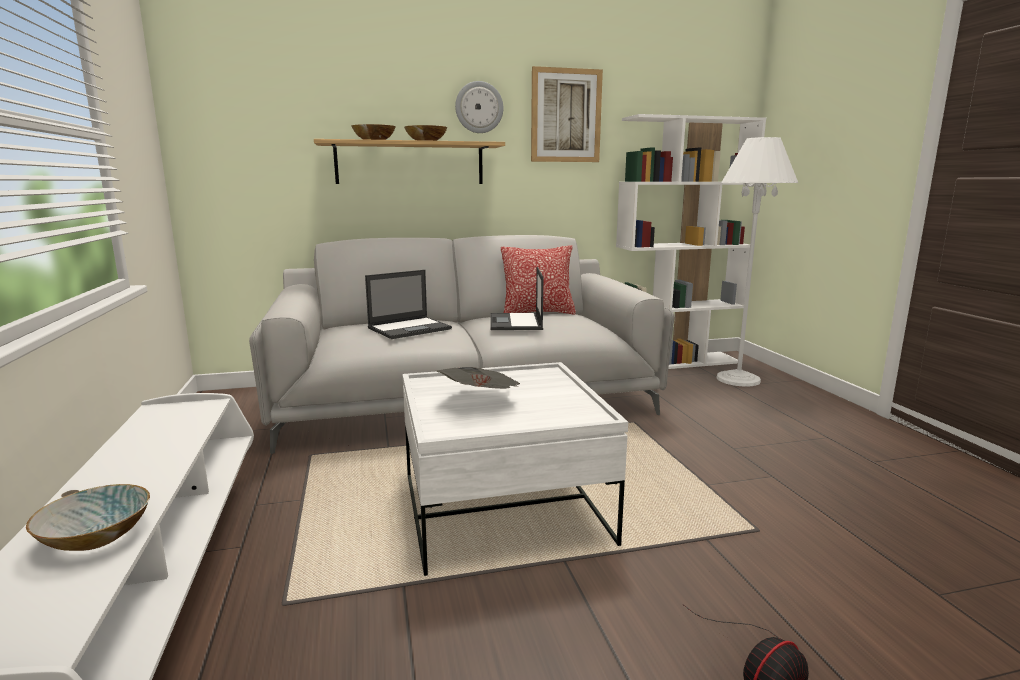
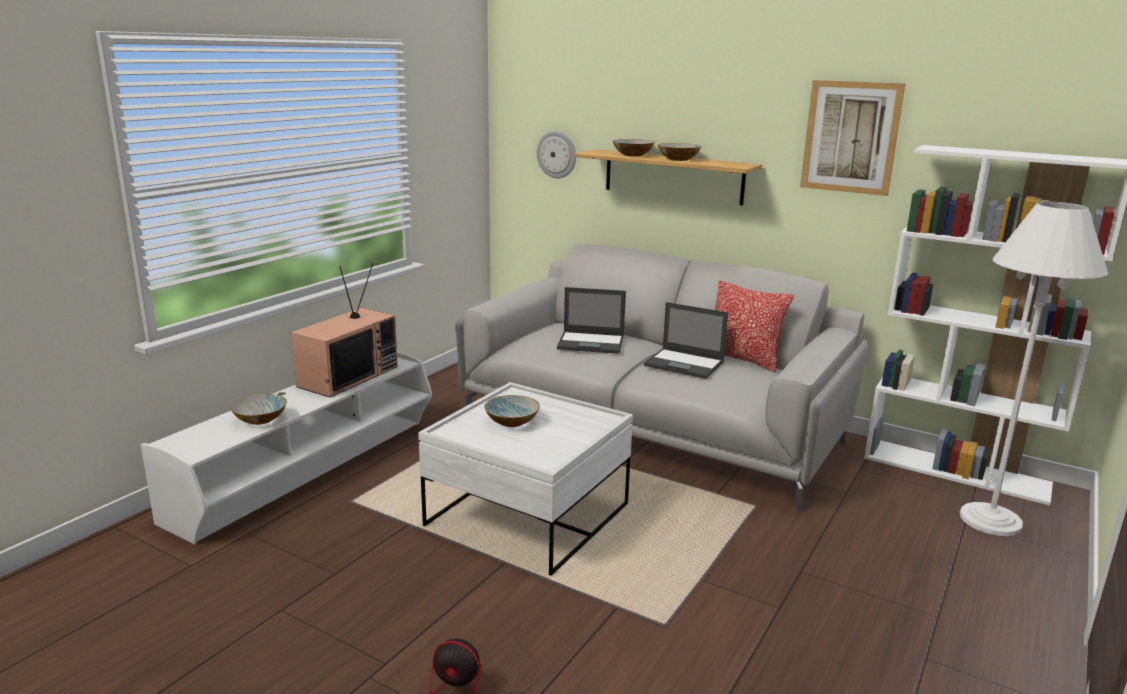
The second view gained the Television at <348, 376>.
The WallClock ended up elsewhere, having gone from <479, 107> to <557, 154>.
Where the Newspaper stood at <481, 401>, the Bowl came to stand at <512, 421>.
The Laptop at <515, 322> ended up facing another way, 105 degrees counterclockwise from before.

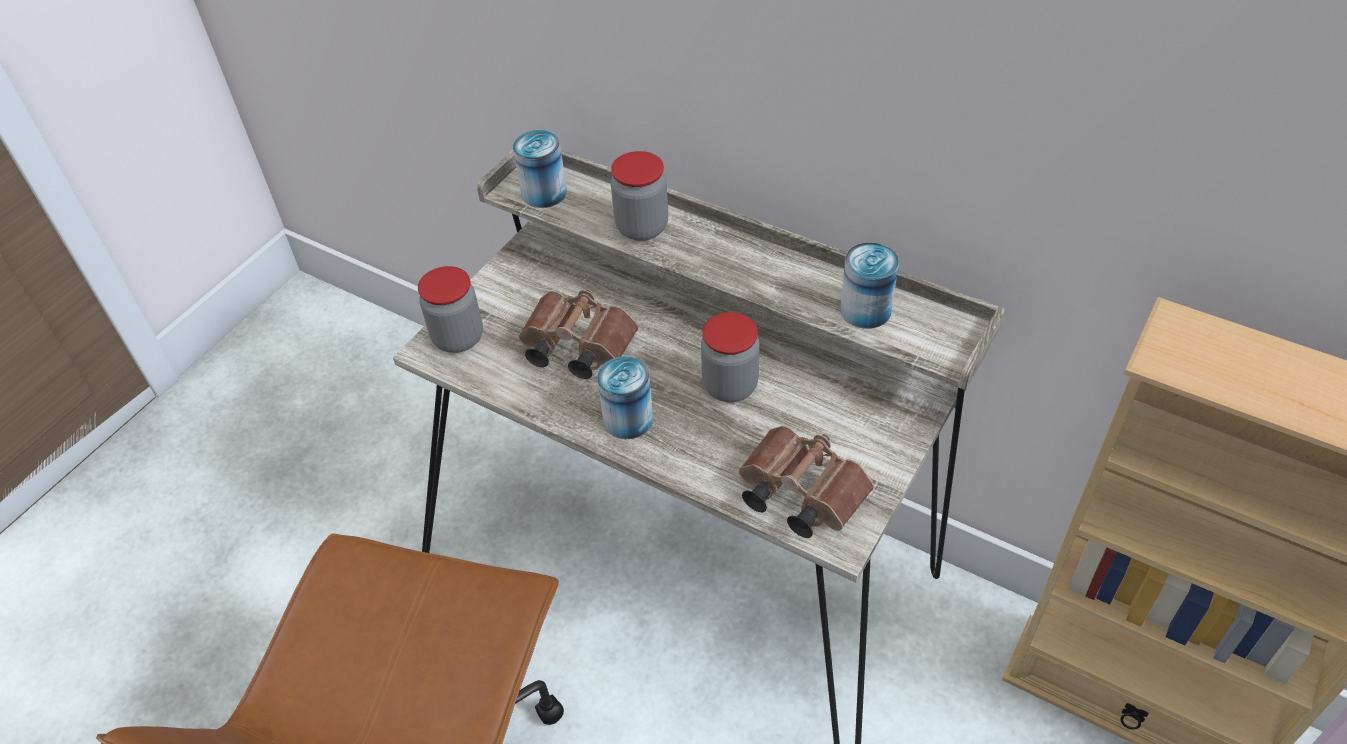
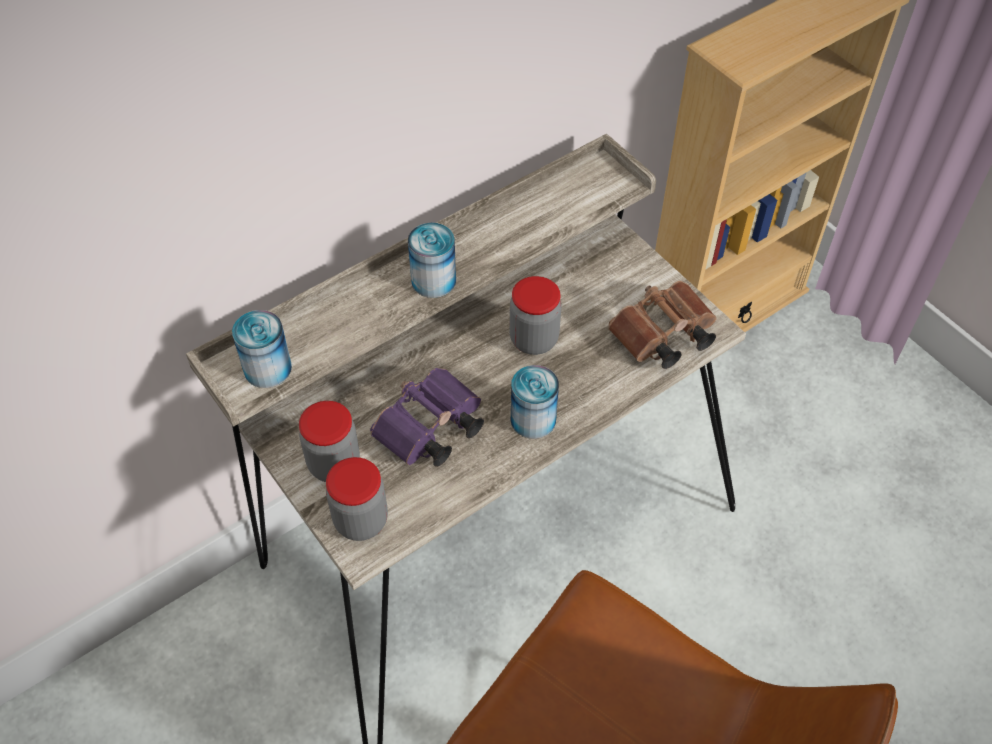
The Jar ended up elsewhere, having gone from <642, 227> to <334, 464>.
The Can ended up elsewhere, having gone from <865, 310> to <433, 280>.
What was the BrownBinoculars at <574, 348> turned into the PurpleBinoculars at <429, 432>.

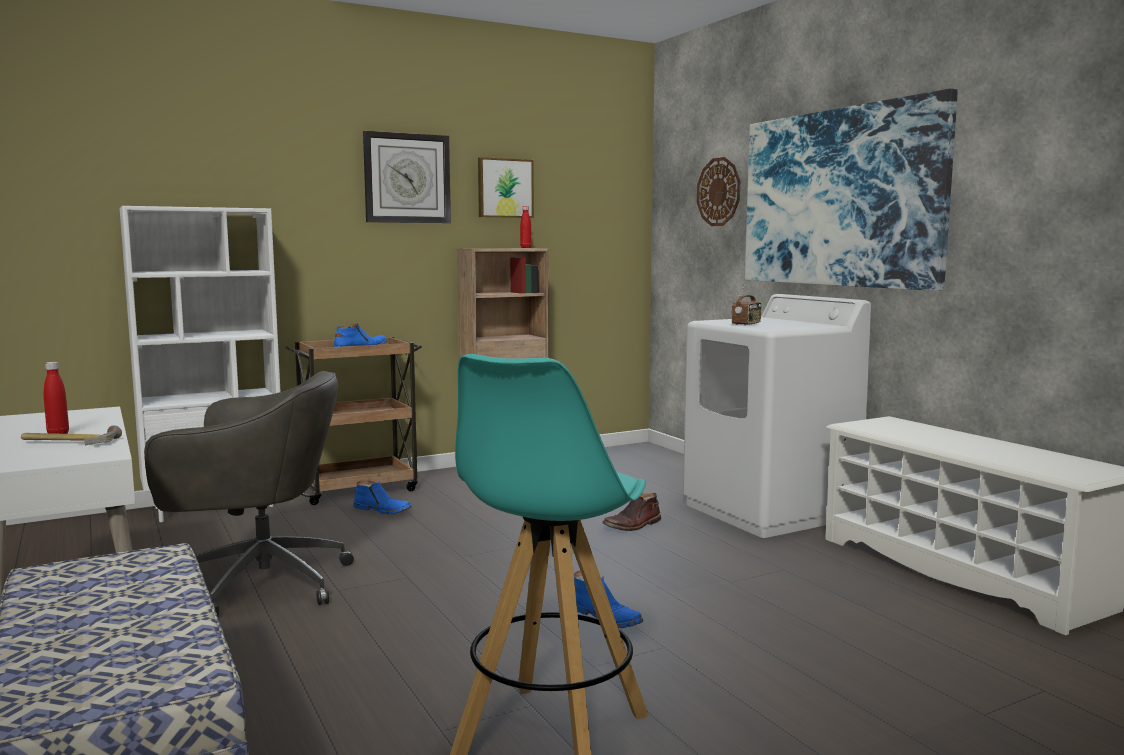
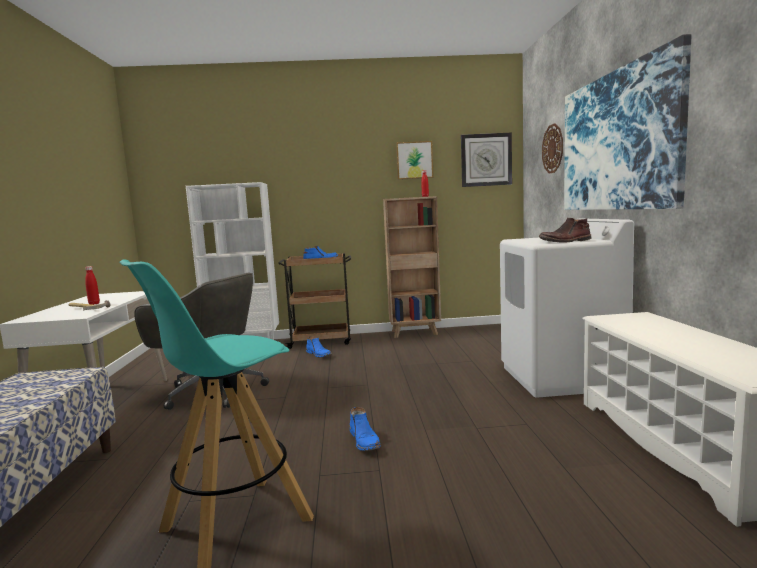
The second view lost the Radio at <746, 324>.
The WallClock ended up elsewhere, having gone from <407, 178> to <486, 160>.
The BrownBoot ended up elsewhere, having gone from <633, 525> to <565, 241>.

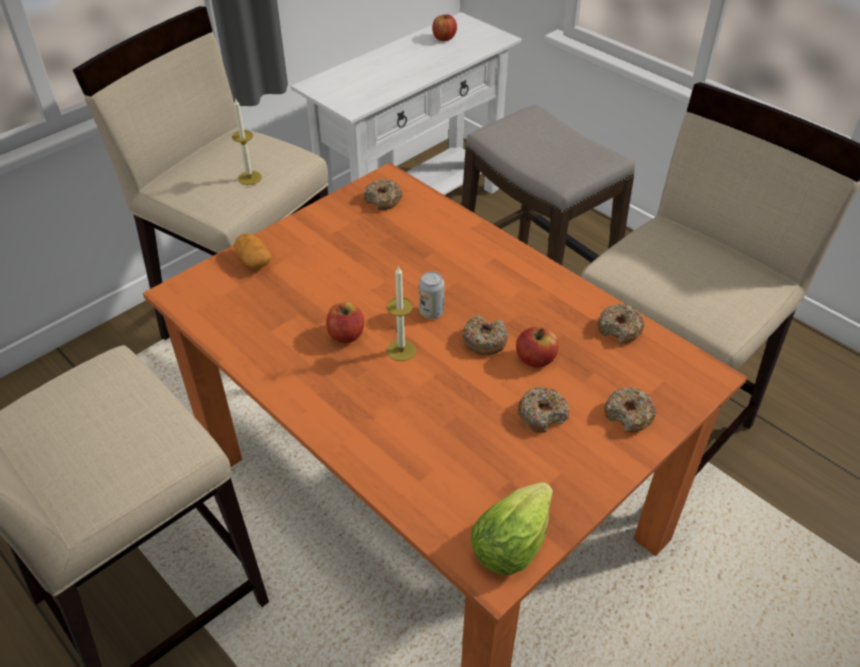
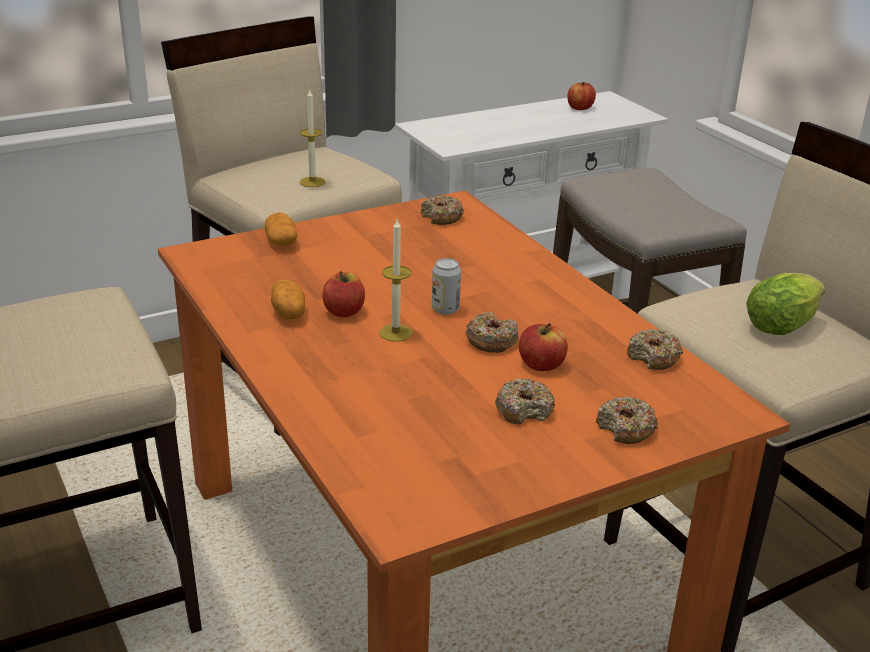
The second view gained the Potato at <288, 312>.
The Lettuce ended up elsewhere, having gone from <515, 540> to <784, 325>.

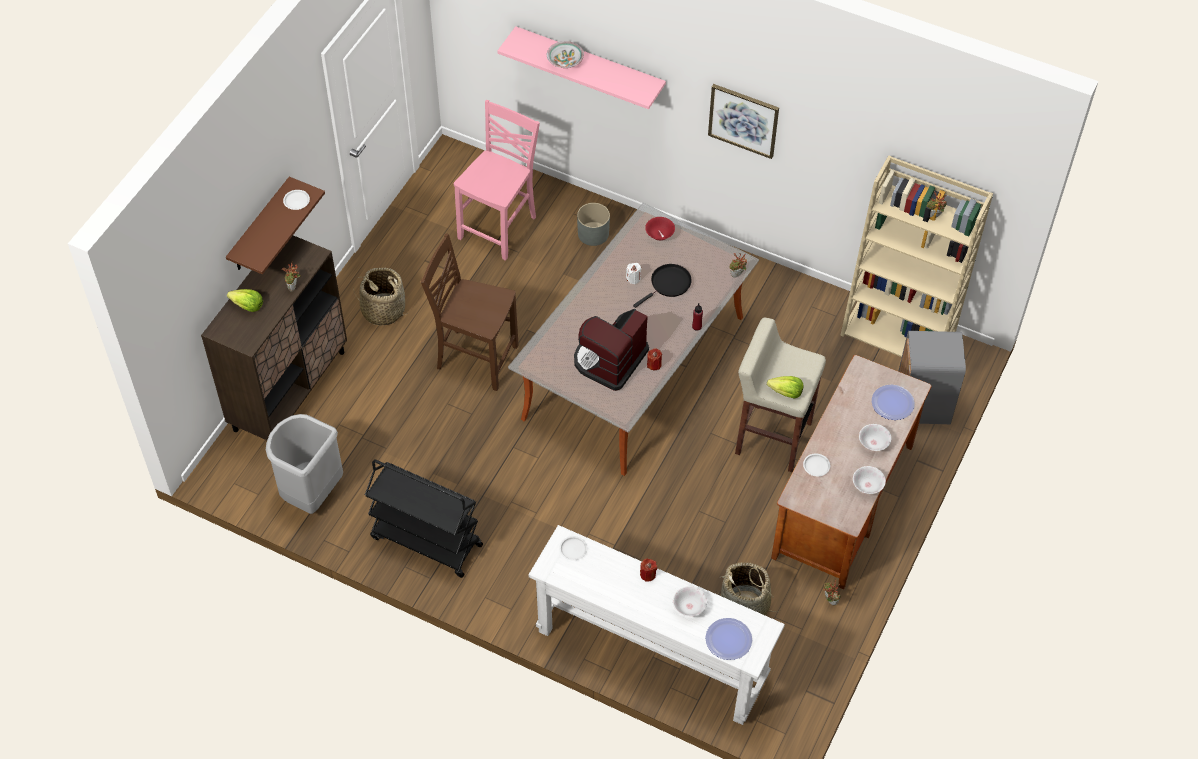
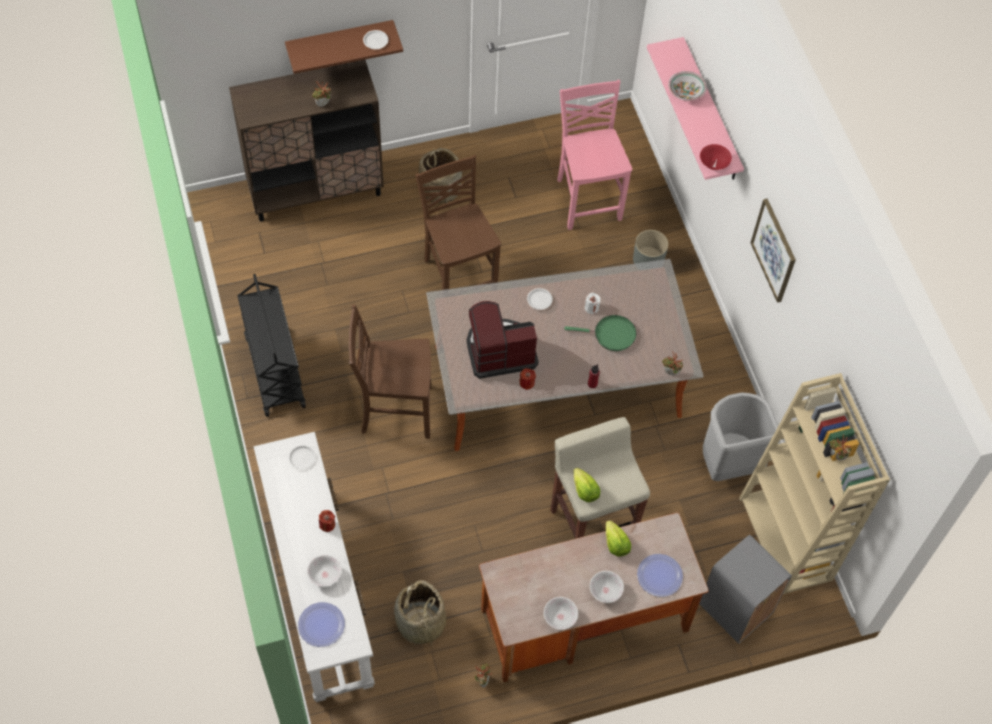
The second view gained the BrownChair at <394, 410>.
The Lettuce ended up elsewhere, having gone from <247, 306> to <615, 544>.
The GreyTrashCan ended up elsewhere, having gone from <311, 493> to <729, 463>.
The RedBowl ended up elsewhere, having gone from <659, 235> to <713, 164>.
The WhitePlate ended up elsewhere, having gone from <816, 466> to <539, 300>.
What was the BlackFryingPan at <668, 284> turned into the GreenFryingPan at <611, 335>.
The PinkChair at <500, 228> ended up facing another way, 90 degrees counterclockwise from before.

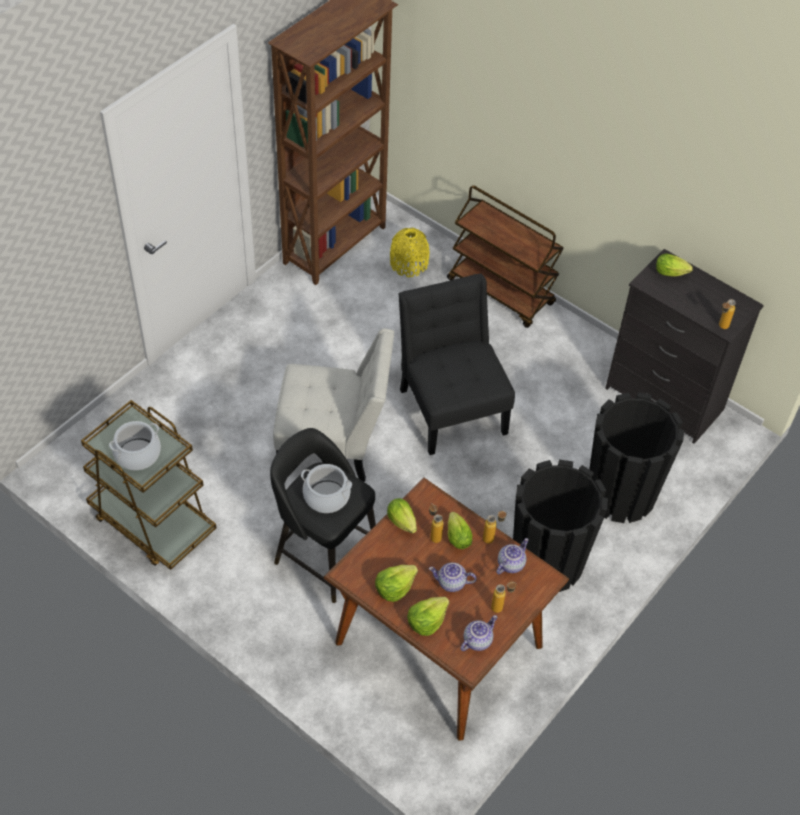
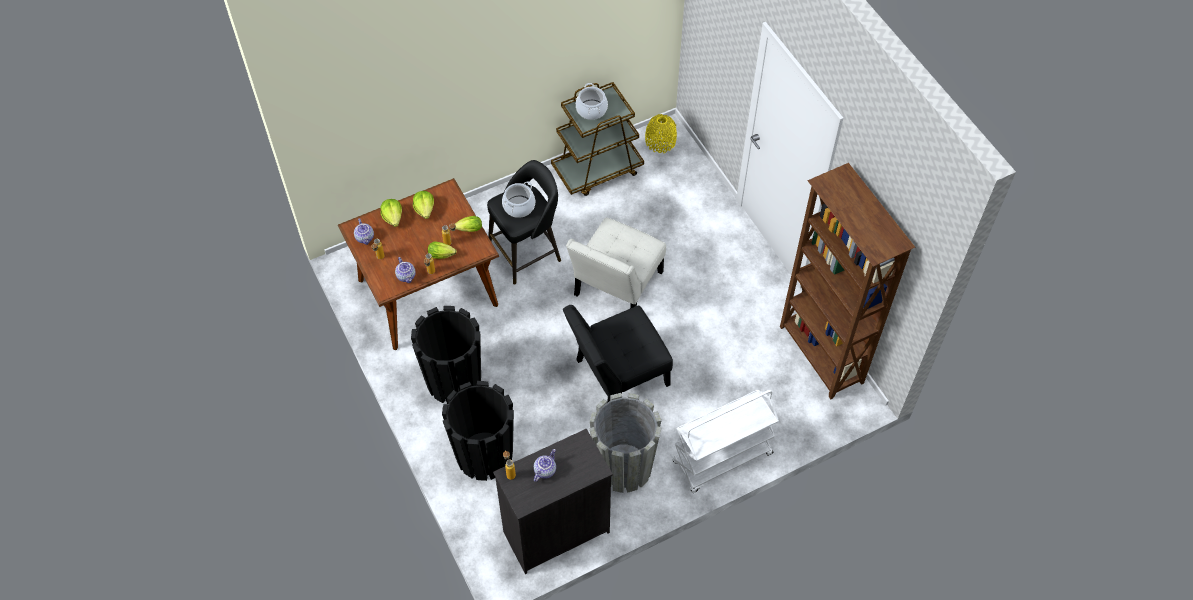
The second view lost the Lettuce at <672, 273>.
The second view gained the GreyPlanter at <623, 466>.
The YellowVase ended up elsewhere, having gone from <409, 263> to <660, 141>.
The Teapot ended up elsewhere, having gone from <451, 583> to <544, 470>.
What was the BrownCart at <501, 292> turned into the WhiteCart at <721, 459>.
The BlackChair at <451, 406> ended up facing another way, 150 degrees clockwise from before.

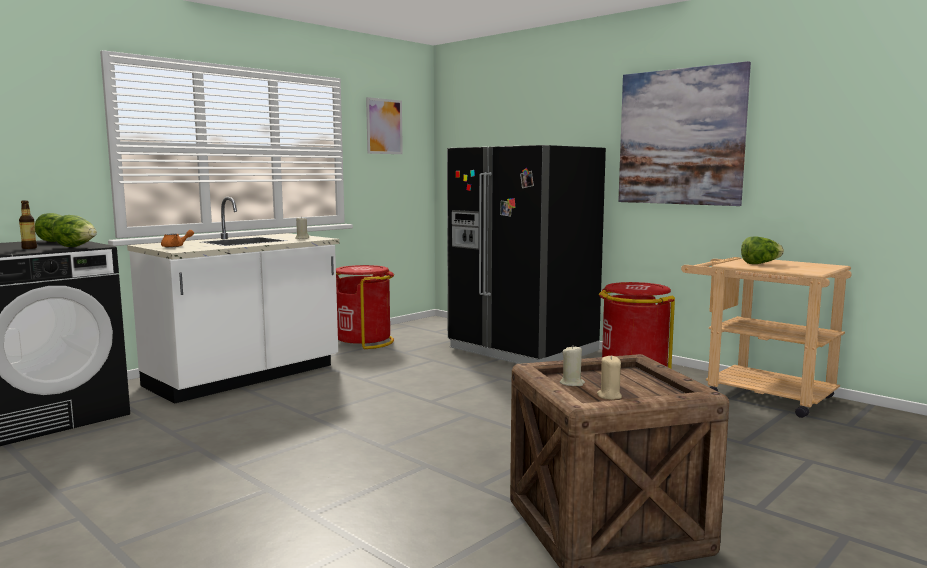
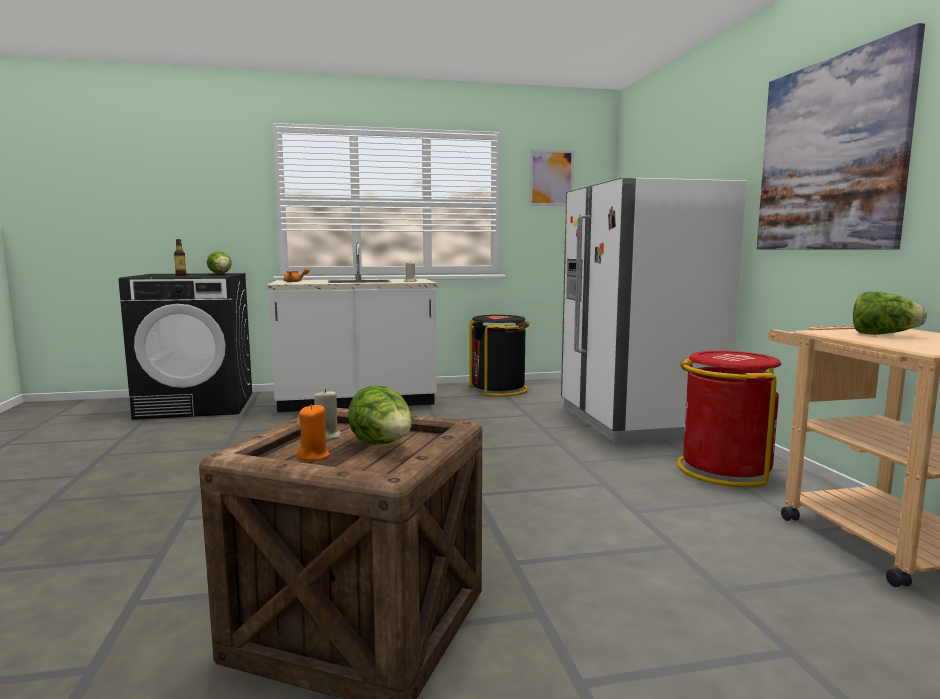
The Lettuce ended up elsewhere, having gone from <76, 247> to <383, 445>.
What was the RedTrashCan at <364, 342> turned into the BlackTrashCan at <499, 389>.
What was the BlackFridge at <522, 350> turned into the WhiteFridge at <637, 421>.
What was the BeigeCandle at <609, 396> turned into the OrangeCandle at <313, 456>.

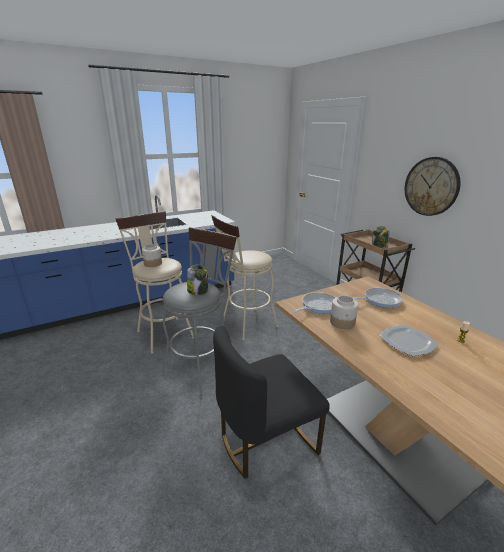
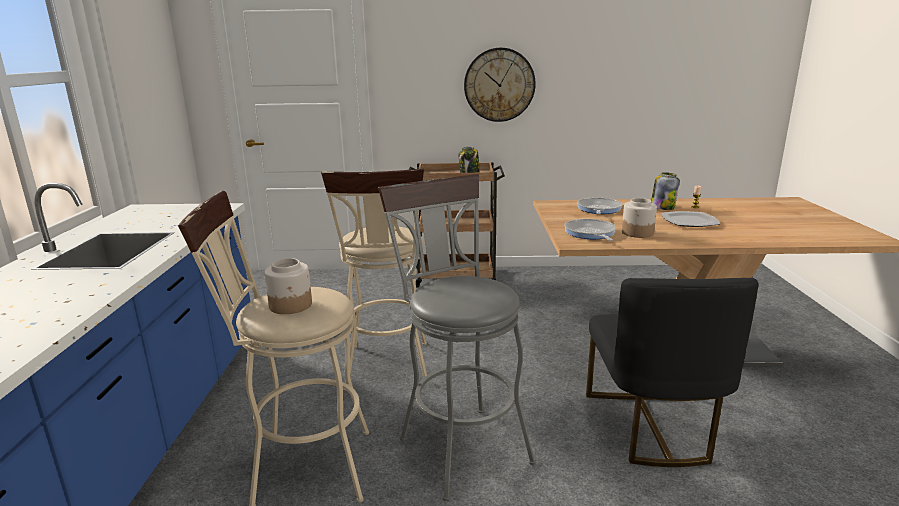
The Jar ended up elsewhere, having gone from <198, 291> to <662, 207>.

